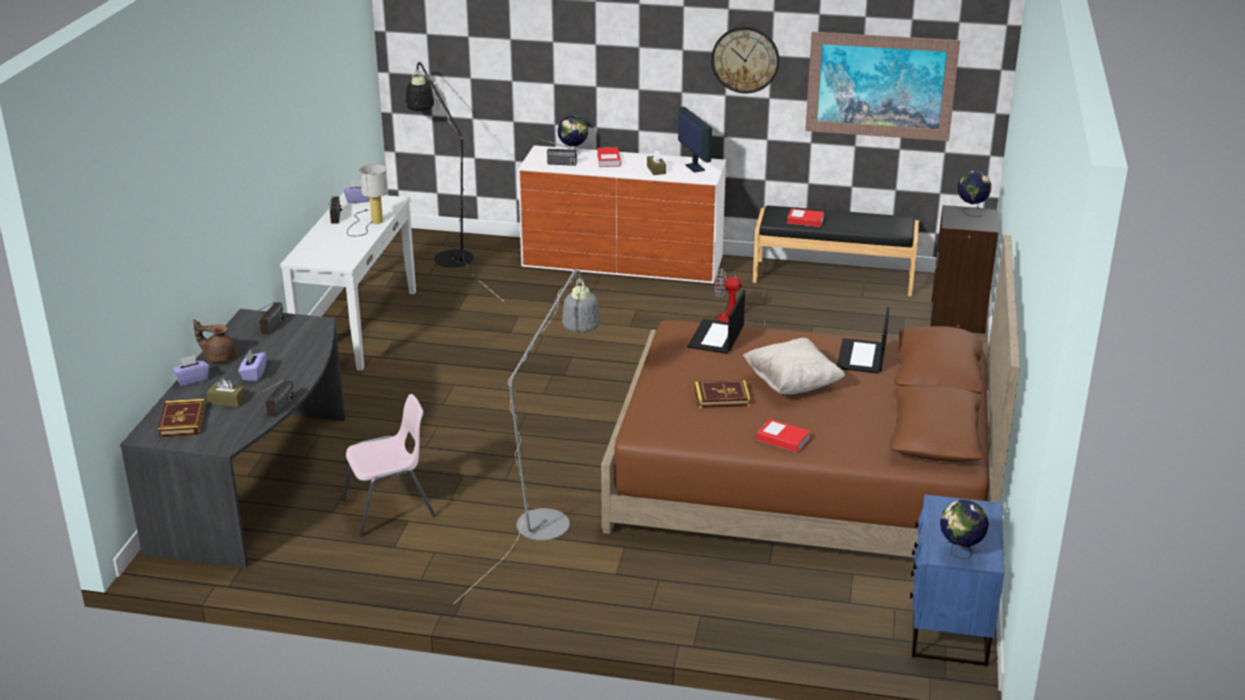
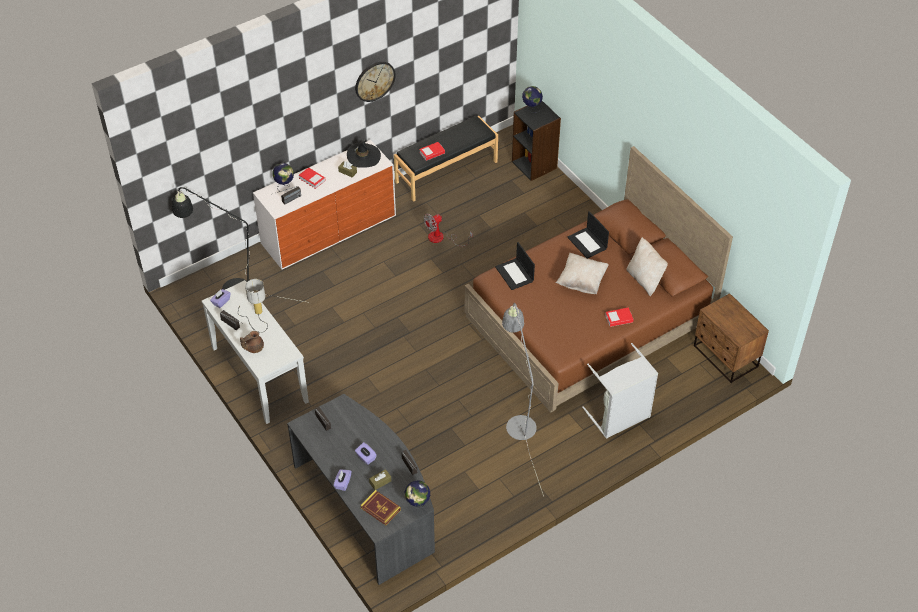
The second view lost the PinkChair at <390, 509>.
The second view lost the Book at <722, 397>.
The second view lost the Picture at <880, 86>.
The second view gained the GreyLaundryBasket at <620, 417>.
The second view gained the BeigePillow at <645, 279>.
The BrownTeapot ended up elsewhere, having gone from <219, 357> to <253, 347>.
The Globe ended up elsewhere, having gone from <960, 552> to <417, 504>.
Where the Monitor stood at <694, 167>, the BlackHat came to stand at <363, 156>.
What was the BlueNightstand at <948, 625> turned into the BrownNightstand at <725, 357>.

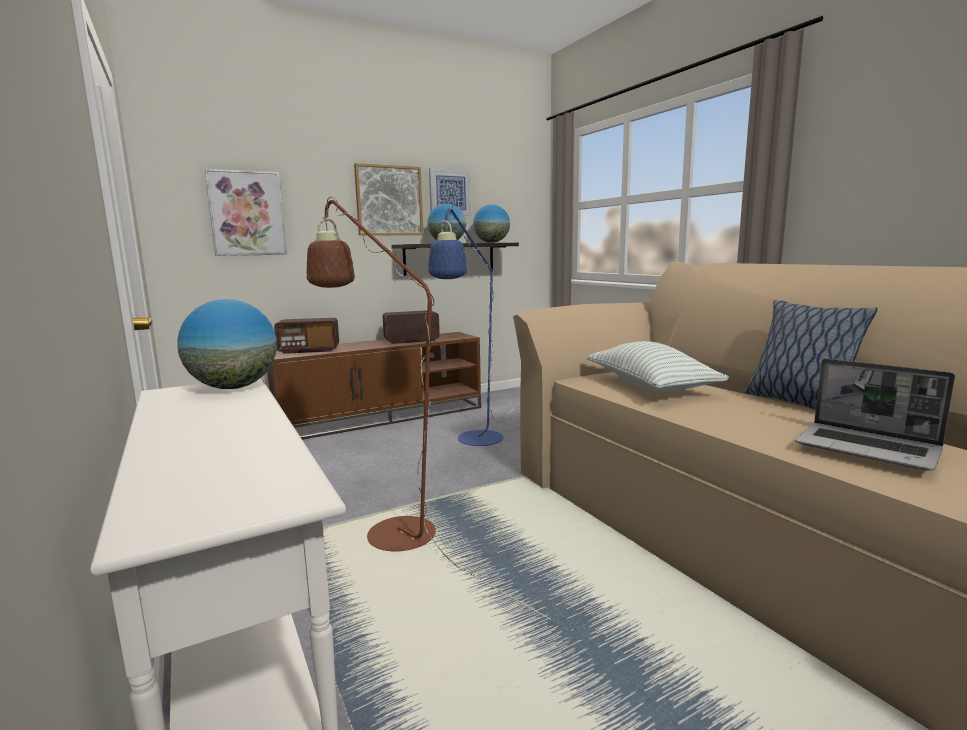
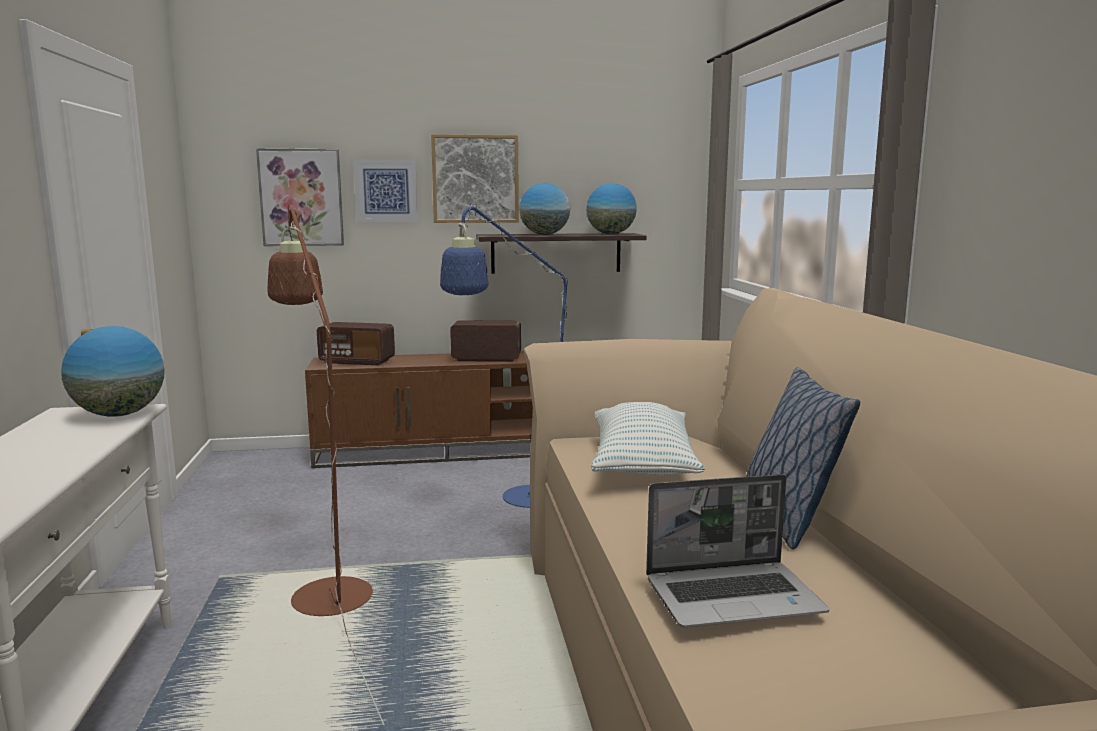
The Picture ended up elsewhere, having gone from <450, 193> to <386, 191>.
The Laptop at <869, 448> ended up facing another way, 75 degrees counterclockwise from before.

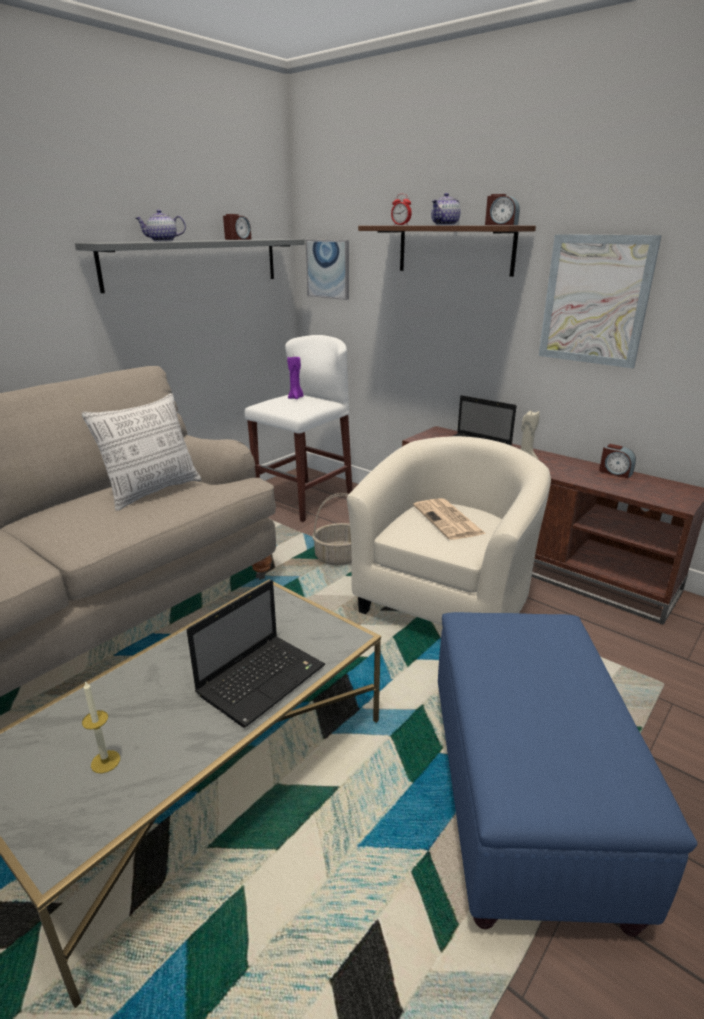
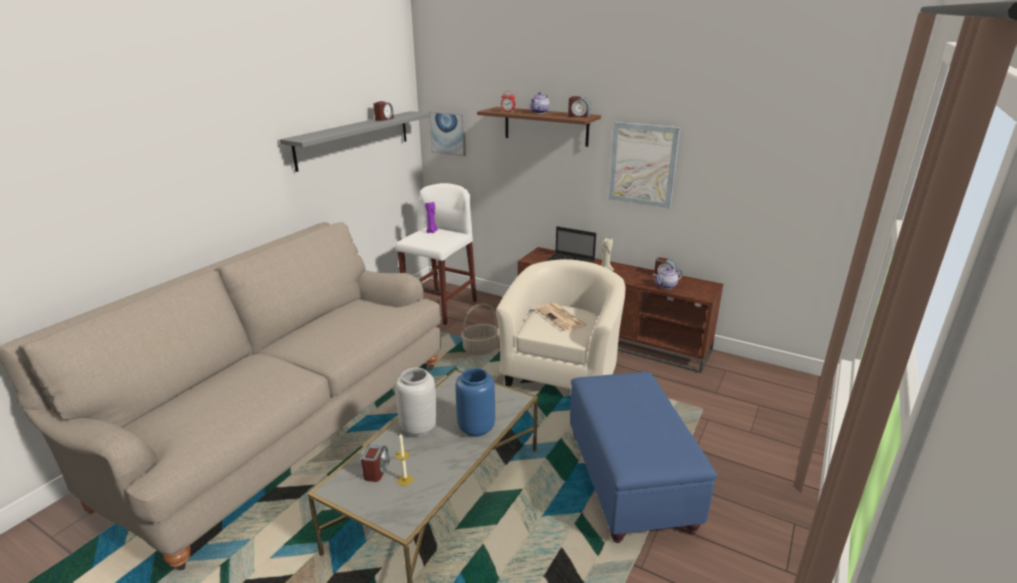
The second view lost the Pillow at <153, 491>.
The second view gained the AlarmClock at <376, 470>.
The second view gained the GreyVase at <419, 428>.
The Teapot ended up elsewhere, having gone from <162, 241> to <666, 286>.
Where the Laptop stood at <263, 678>, the BlueVase came to stand at <476, 427>.

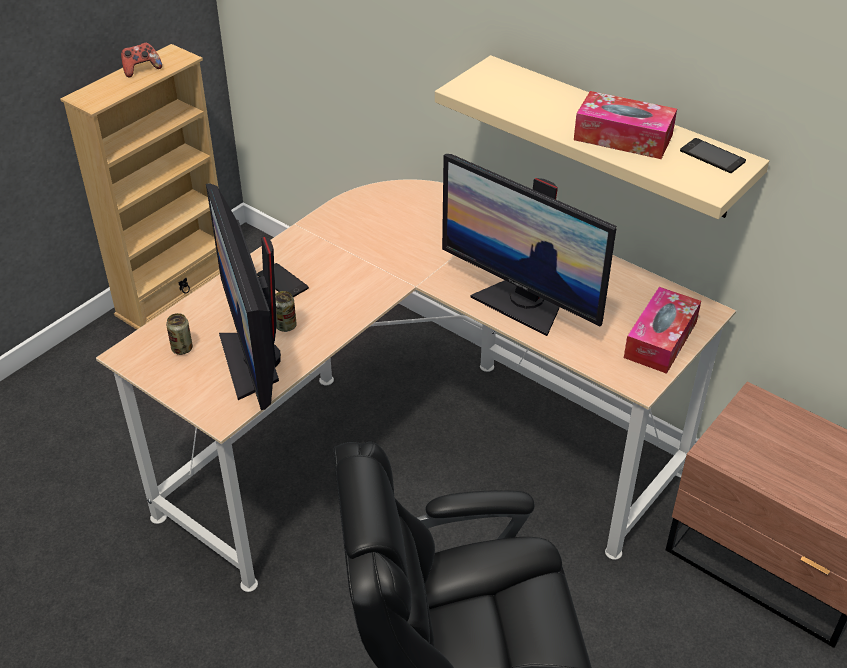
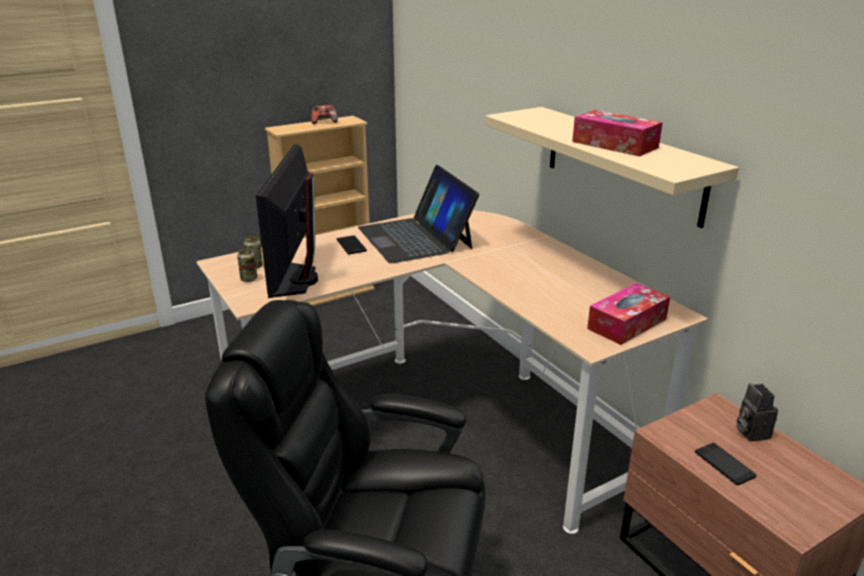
The second view lost the Monitor at <521, 304>.
The second view gained the Laptop at <415, 237>.
The second view gained the PhotoCamera at <750, 431>.
The Can ended up elsewhere, having gone from <286, 326> to <249, 279>.
The Phone ended up elsewhere, having gone from <712, 156> to <724, 464>.

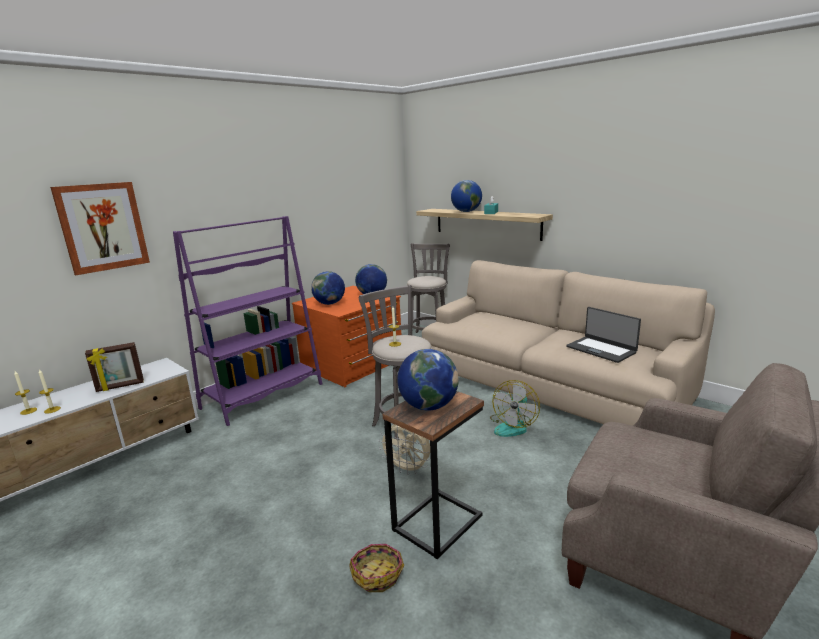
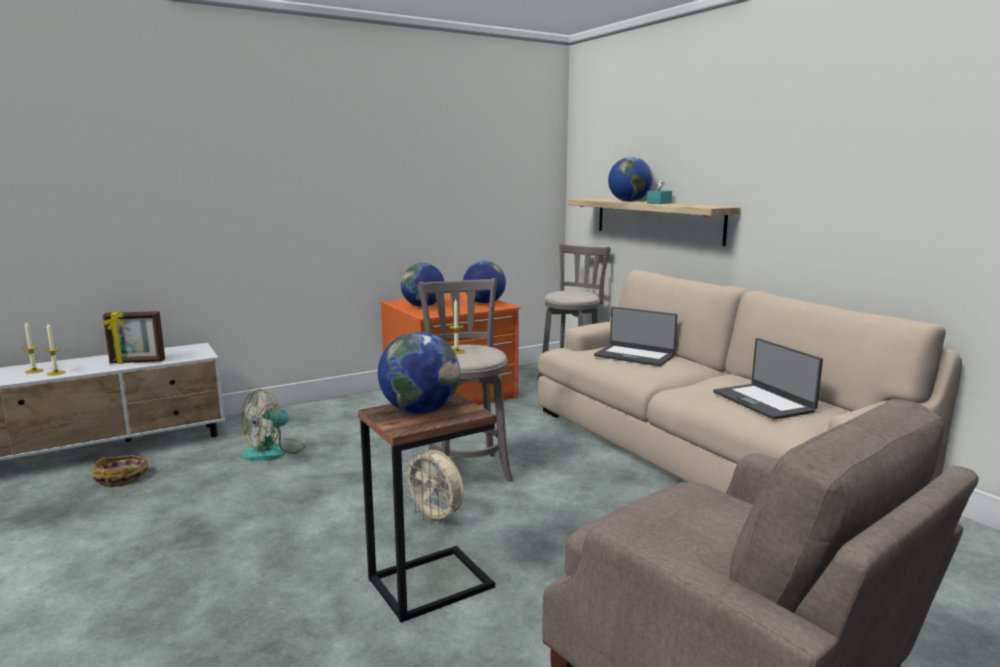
The second view lost the Picture at <102, 227>.
The second view lost the PurpleBookcase at <263, 396>.
The second view gained the Laptop at <634, 356>.
The Basket ended up elsewhere, having gone from <378, 574> to <122, 478>.
The Fan ended up elsewhere, having gone from <513, 426> to <274, 451>.

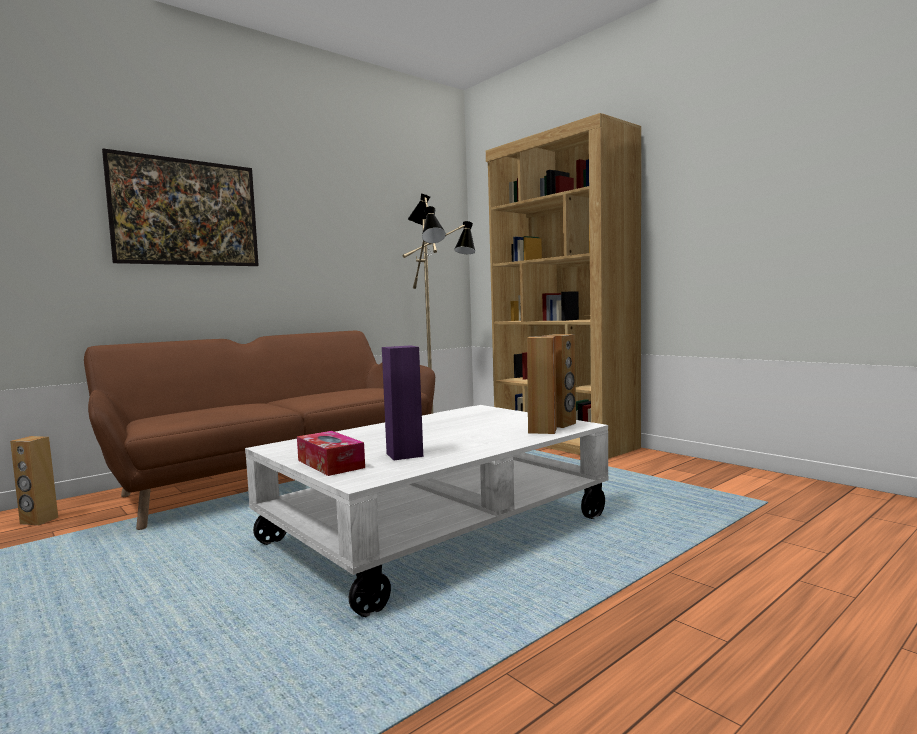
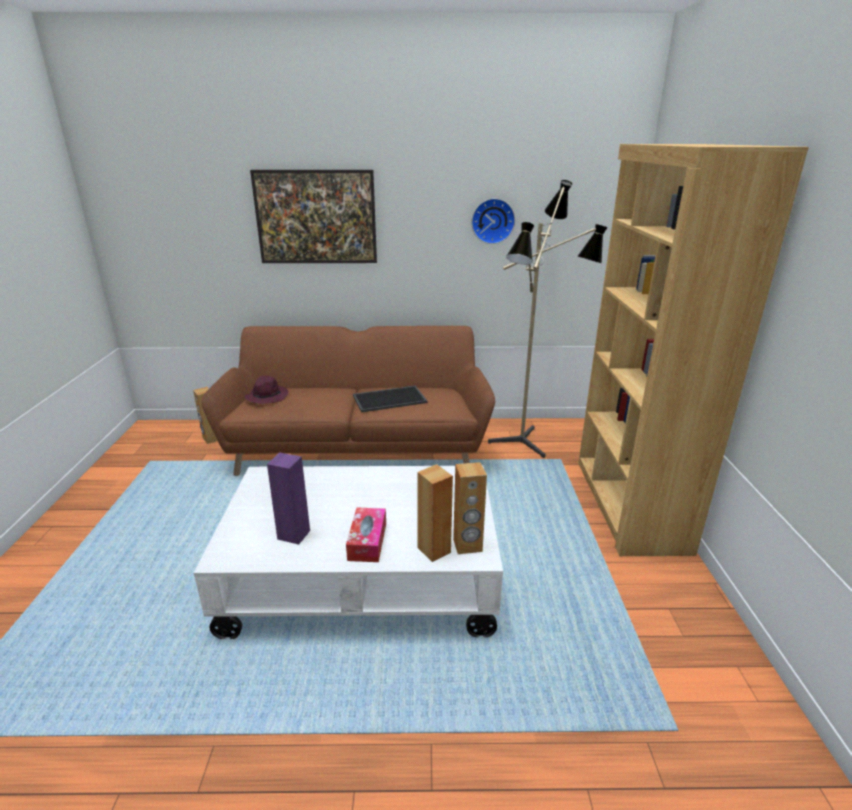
The second view gained the PurpleHat at <267, 396>.
The second view gained the Tray at <390, 398>.
The second view gained the WallClock at <492, 221>.
The TissueBox ended up elsewhere, having gone from <330, 464> to <367, 541>.

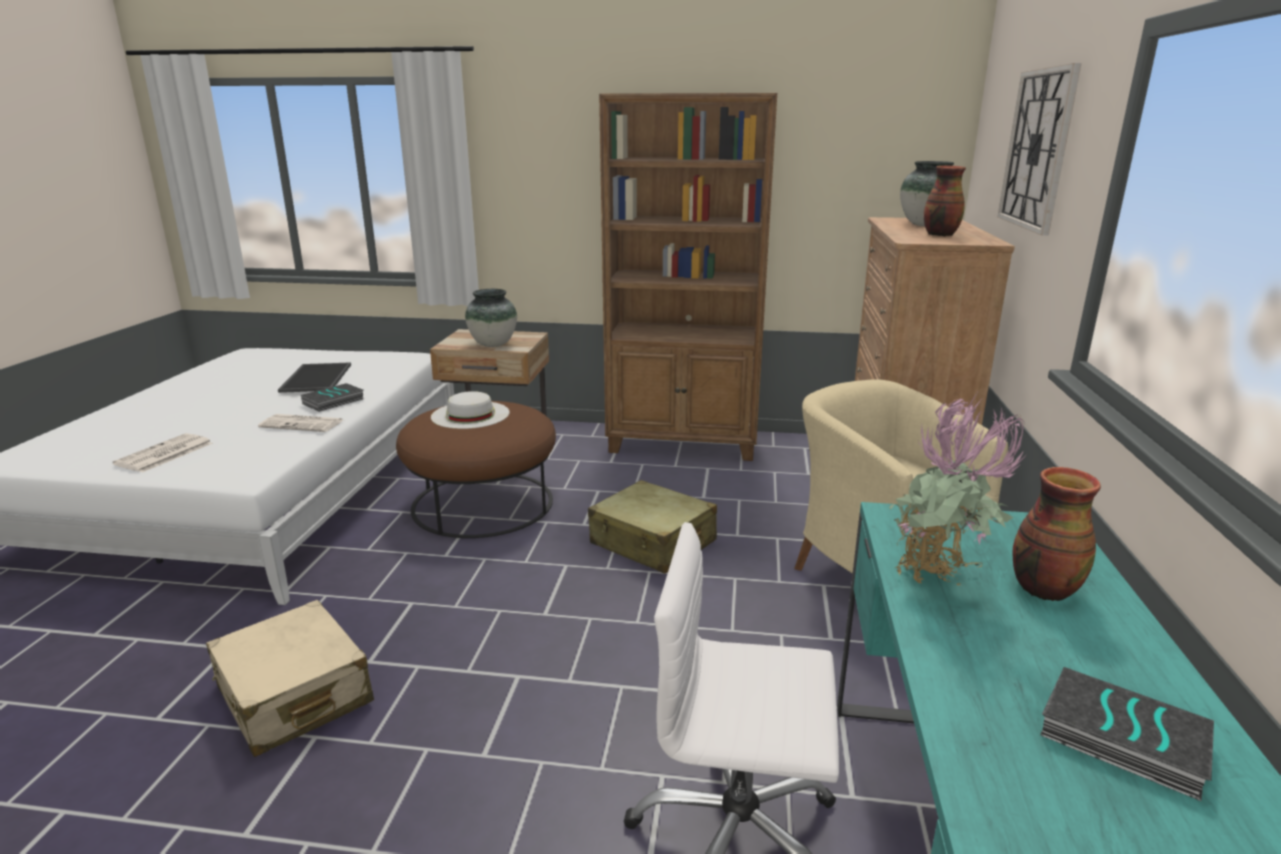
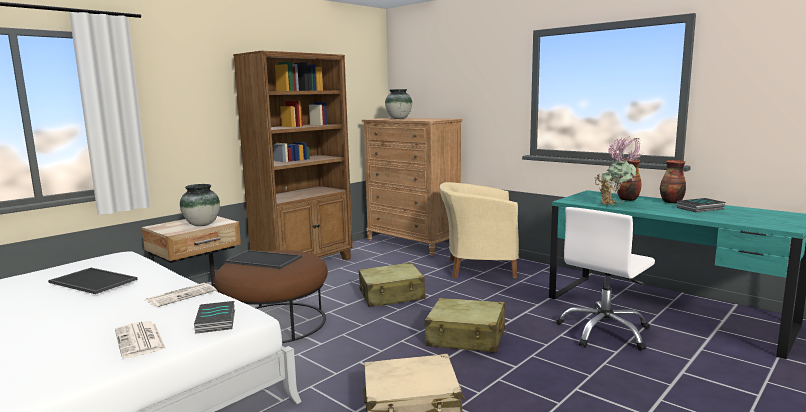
The second view lost the WallClock at <1037, 149>.
The second view gained the BeigeSuitcase at <466, 337>.
The Book ended up elsewhere, having gone from <333, 402> to <217, 321>.
The Vase ended up elsewhere, having gone from <939, 235> to <671, 202>.
Where the WhiteHat stood at <470, 414>, the Tray came to stand at <262, 260>.

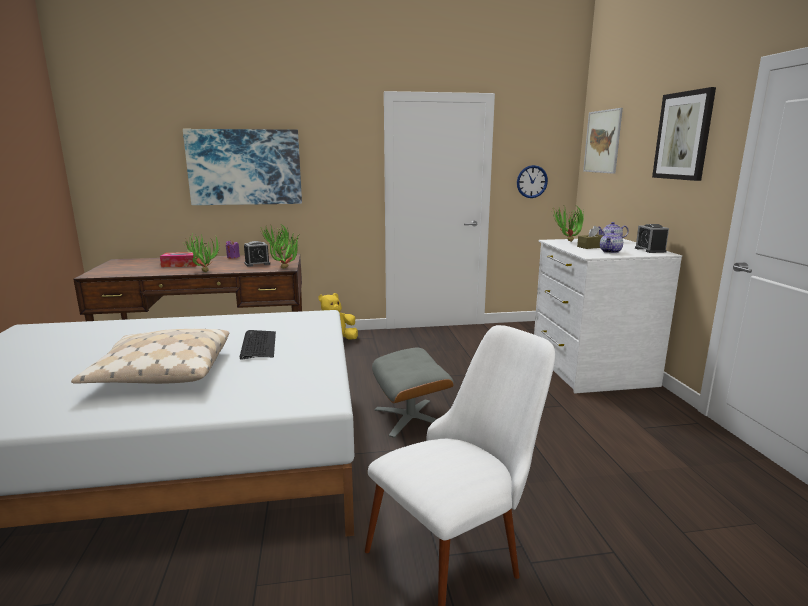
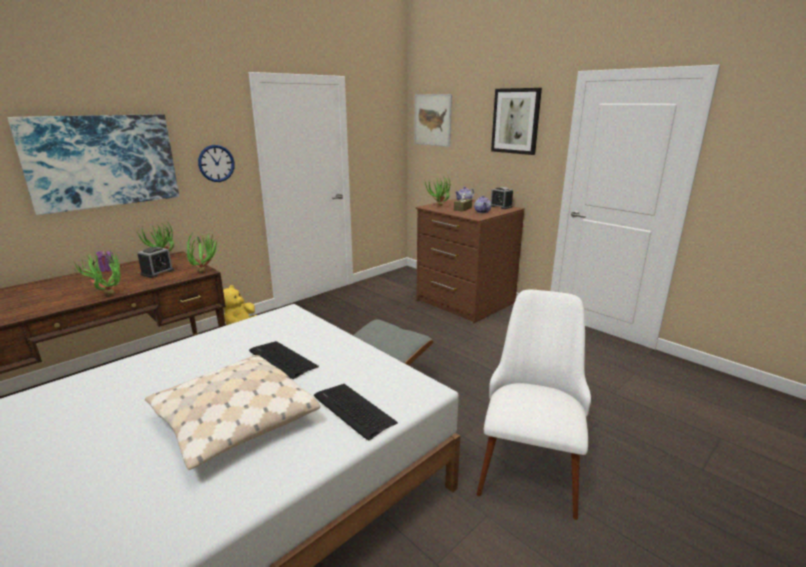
The second view lost the TissueBox at <181, 265>.
The second view gained the Keyboard at <353, 410>.
The WallClock ended up elsewhere, having gone from <532, 181> to <216, 163>.
What was the WhiteDresser at <590, 369> turned into the BrownDresser at <464, 302>.

